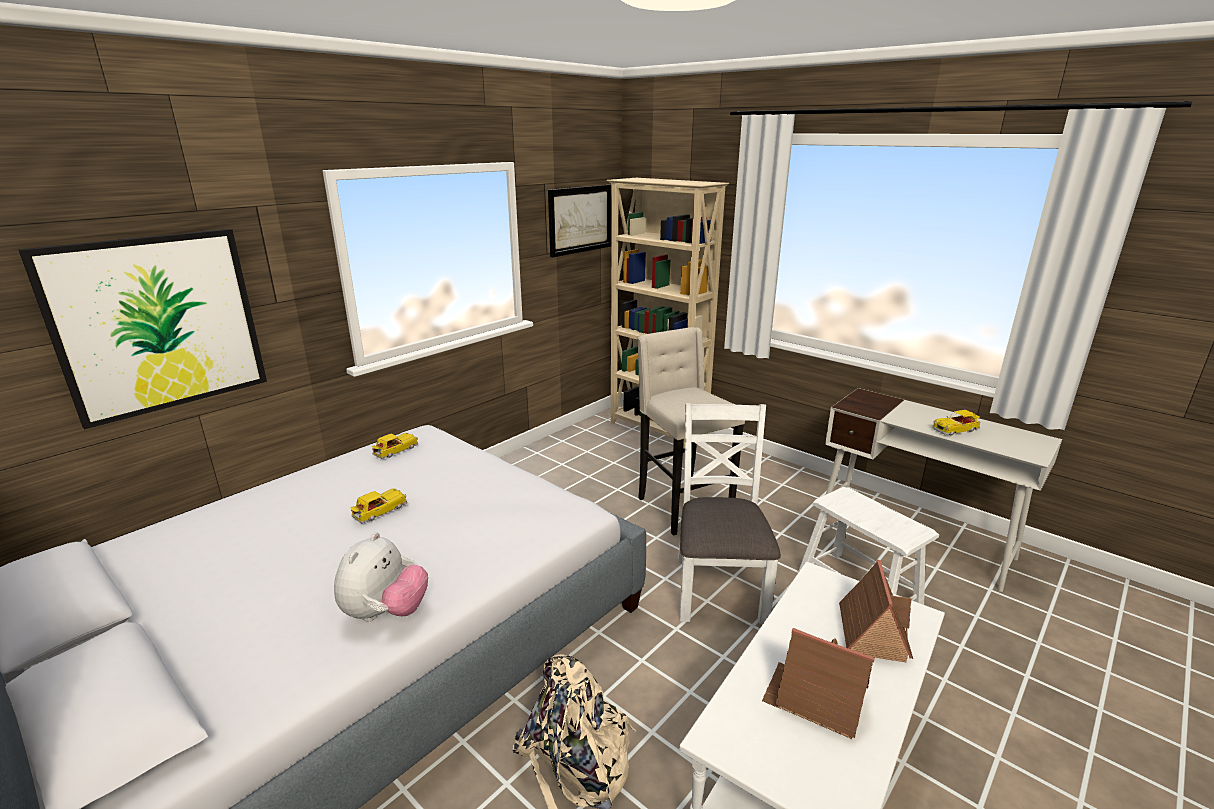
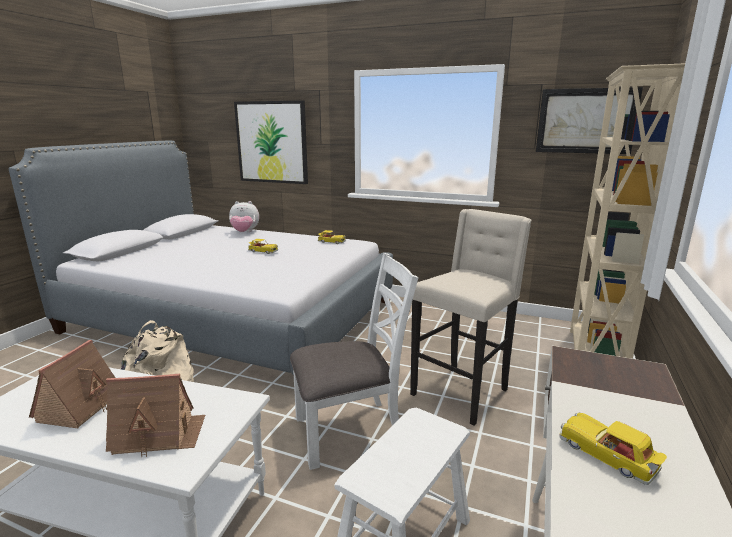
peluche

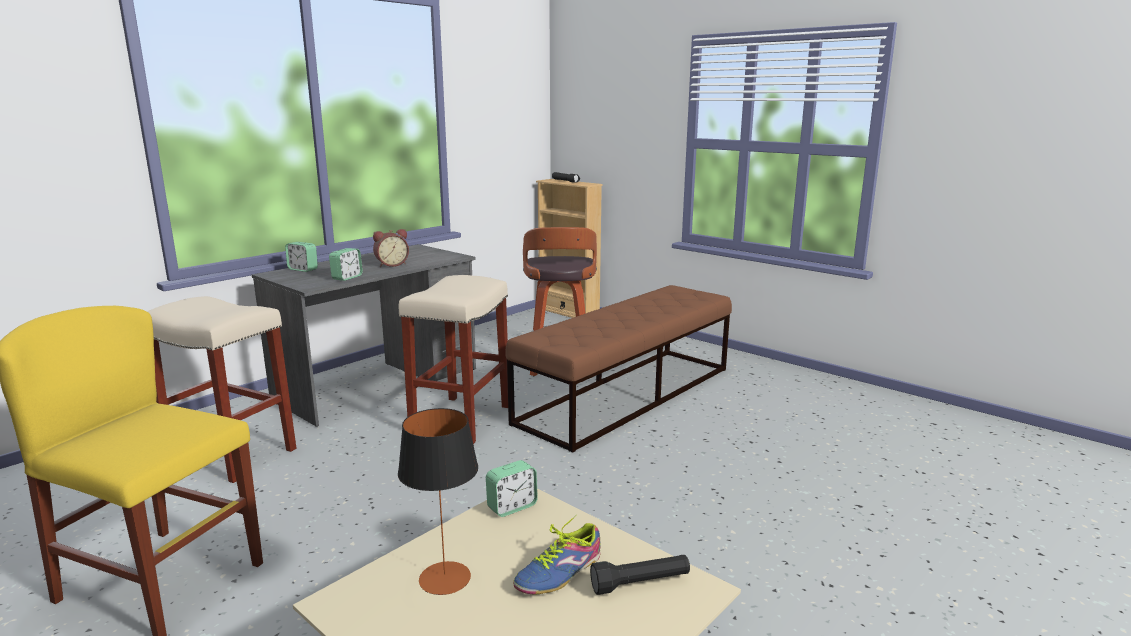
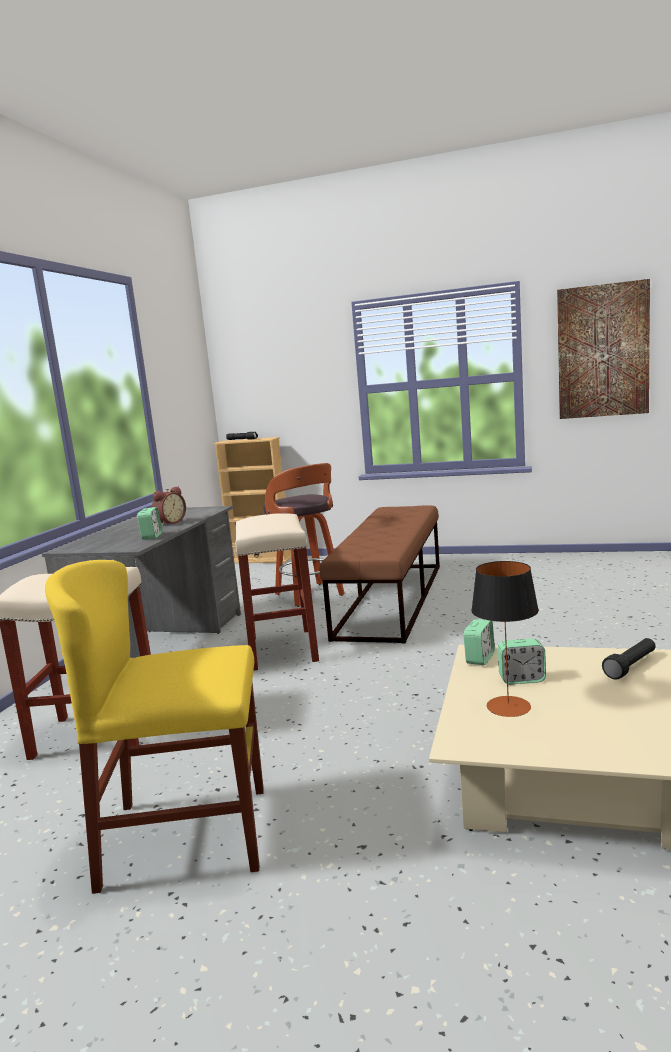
zapato
cuadro
despertador (4th from left)

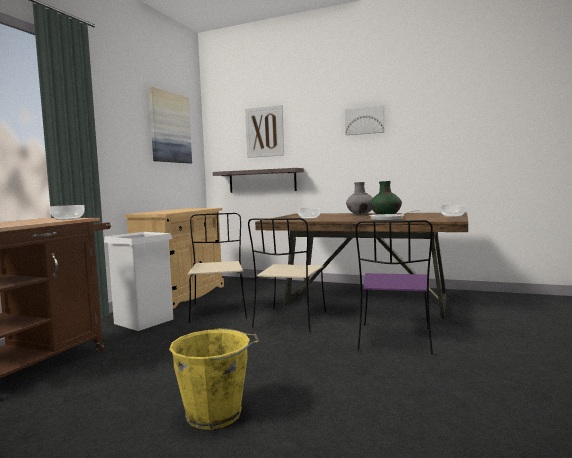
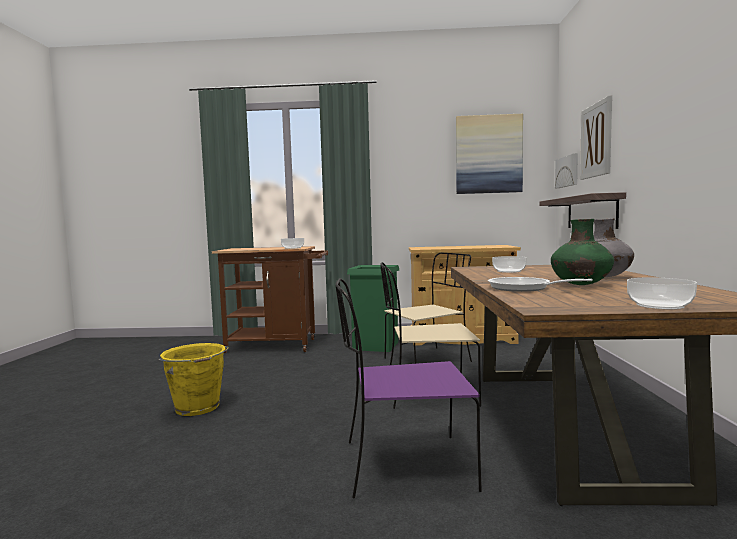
cuadro (2nd from left)
papelera/verde

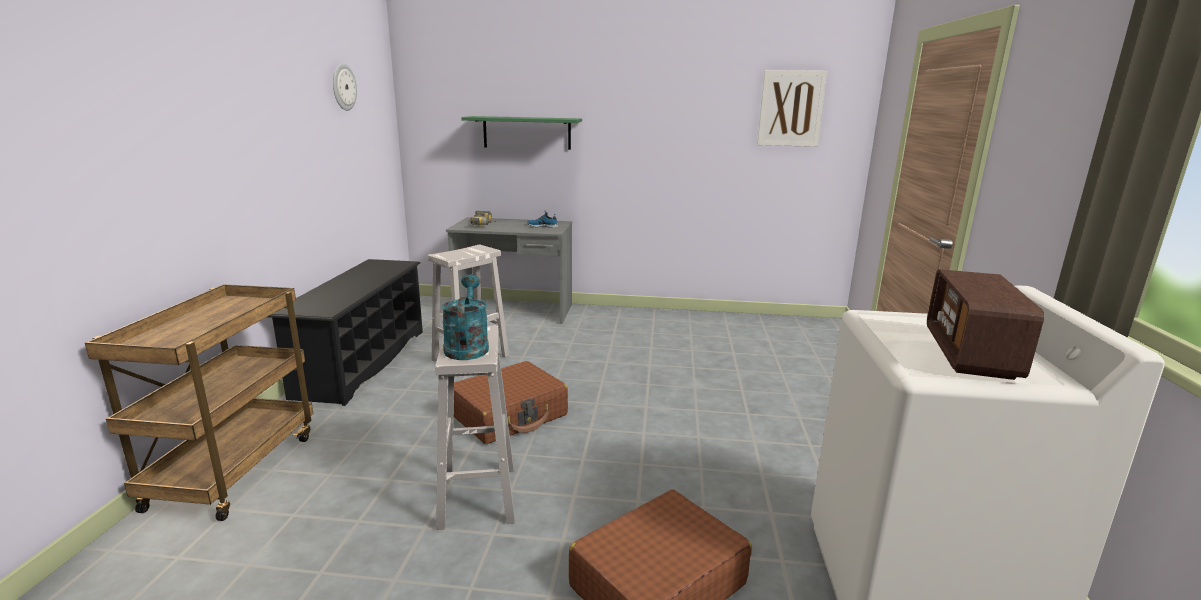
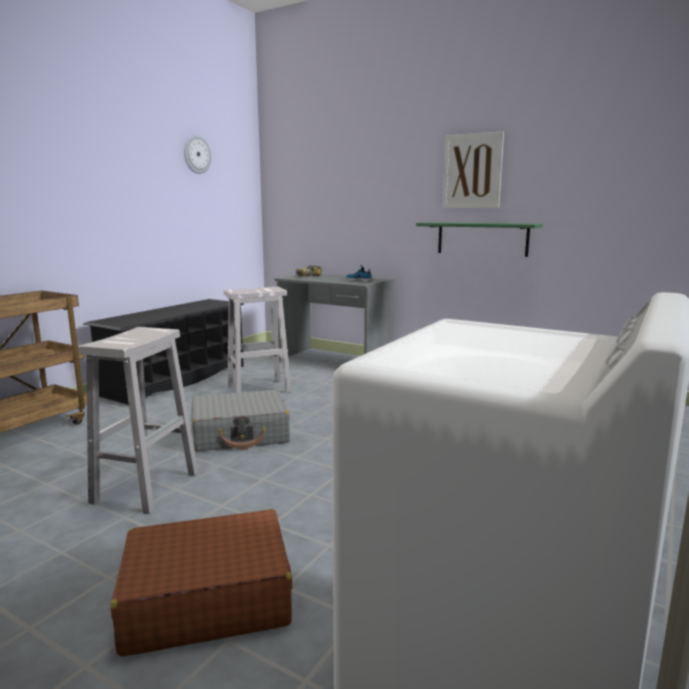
regadera/turquesa
radio
estante/verde
cuadro
maleta/gris

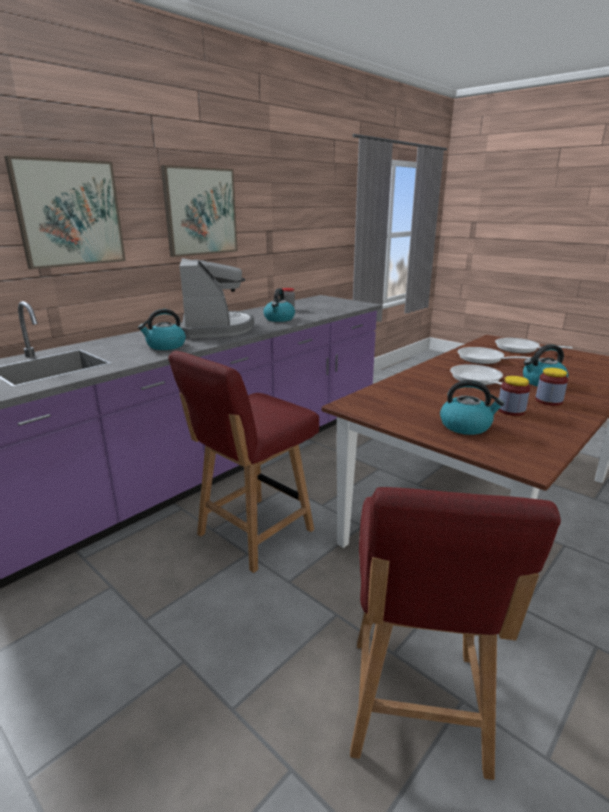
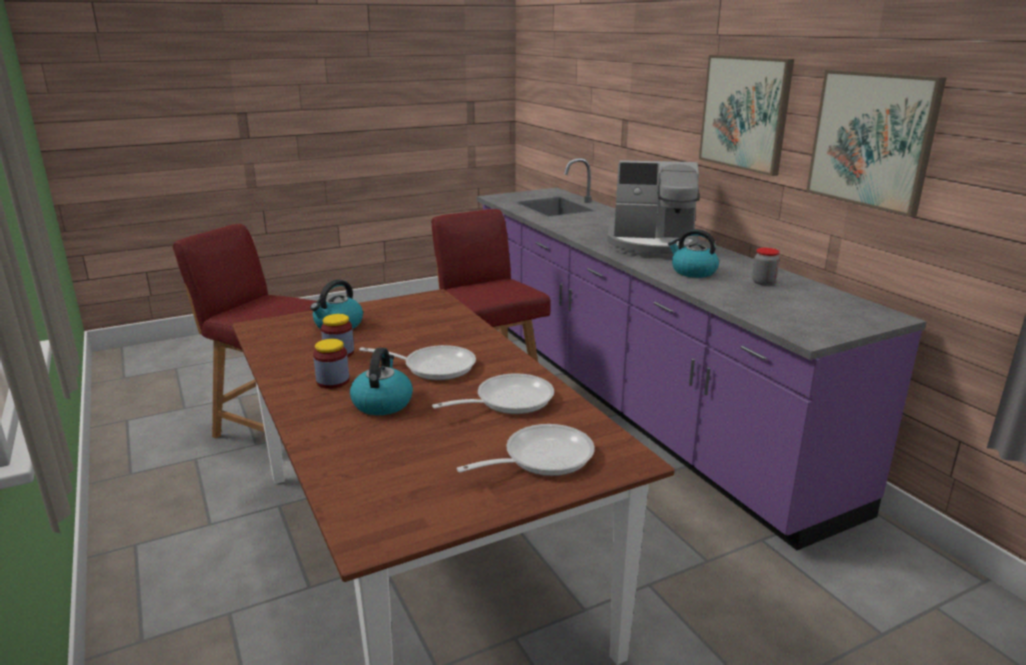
hervidor (1st from left in the first image)
cuadro (2nd from left)

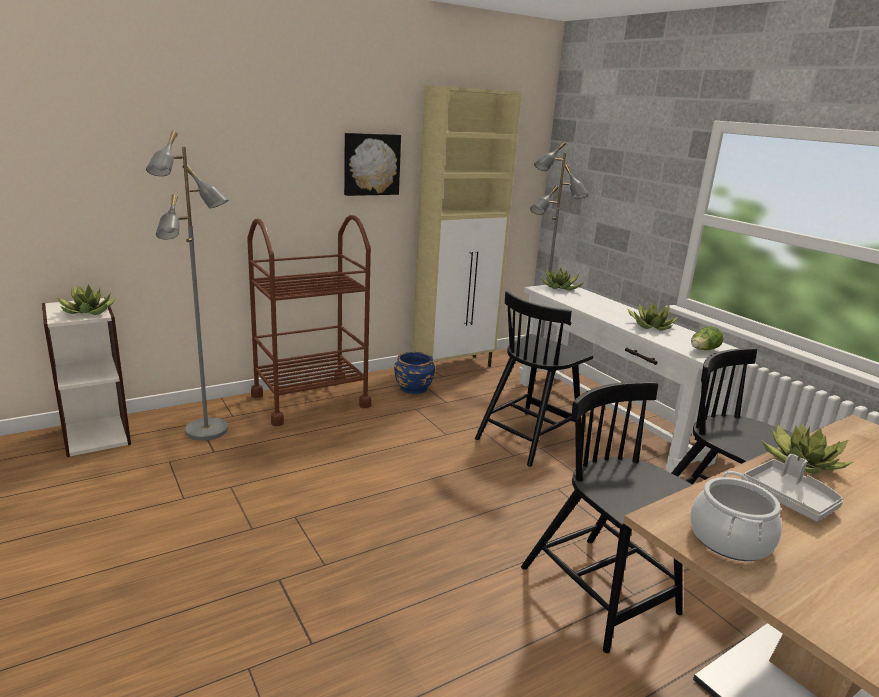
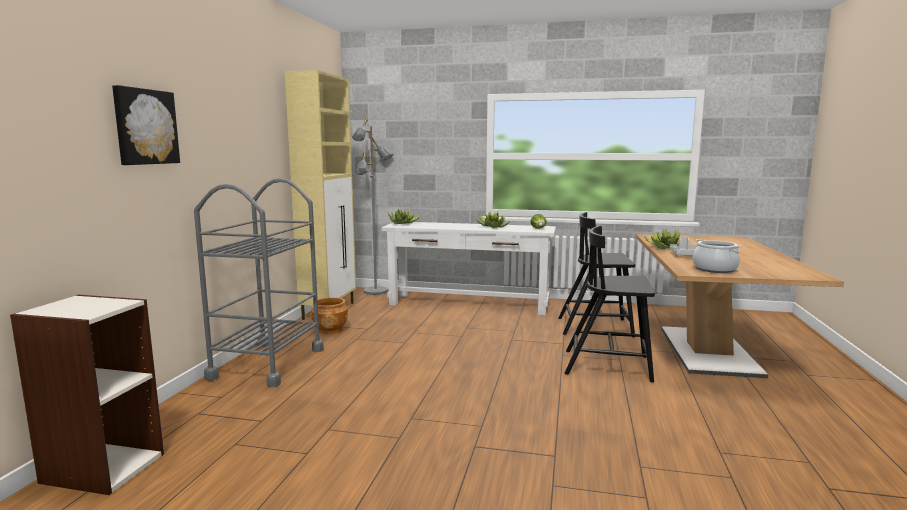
planta en maceta (1st from left in the first image)
lámpara de pie/gris (1st from left in the first image)
silla/negro (1st from left in the first image)
cuadro
carrito/gris
maceta/marrón

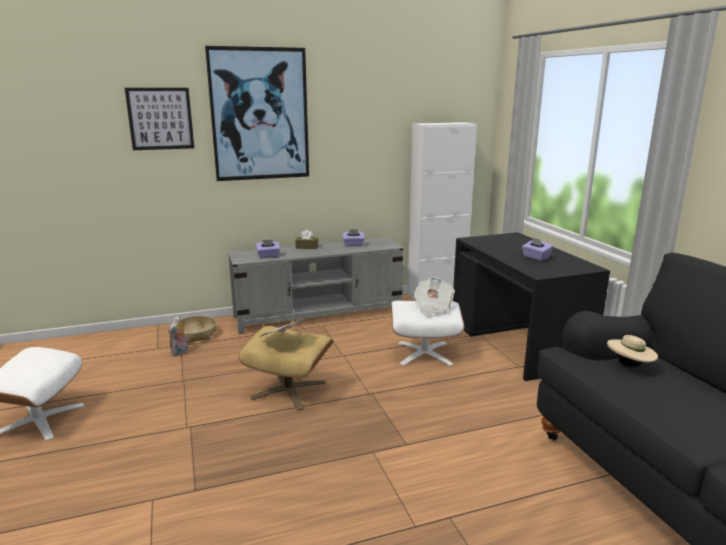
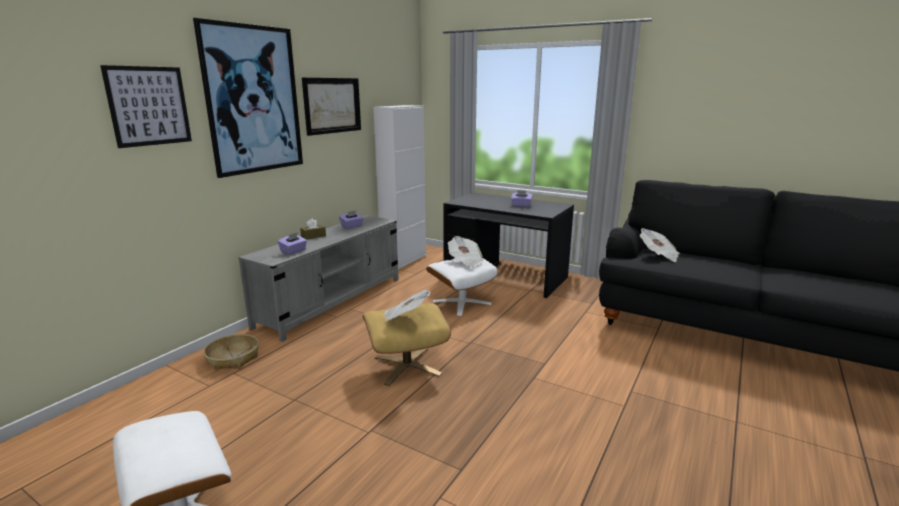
peluche
cuadro (3rd from left)
periódico (3rd from left)

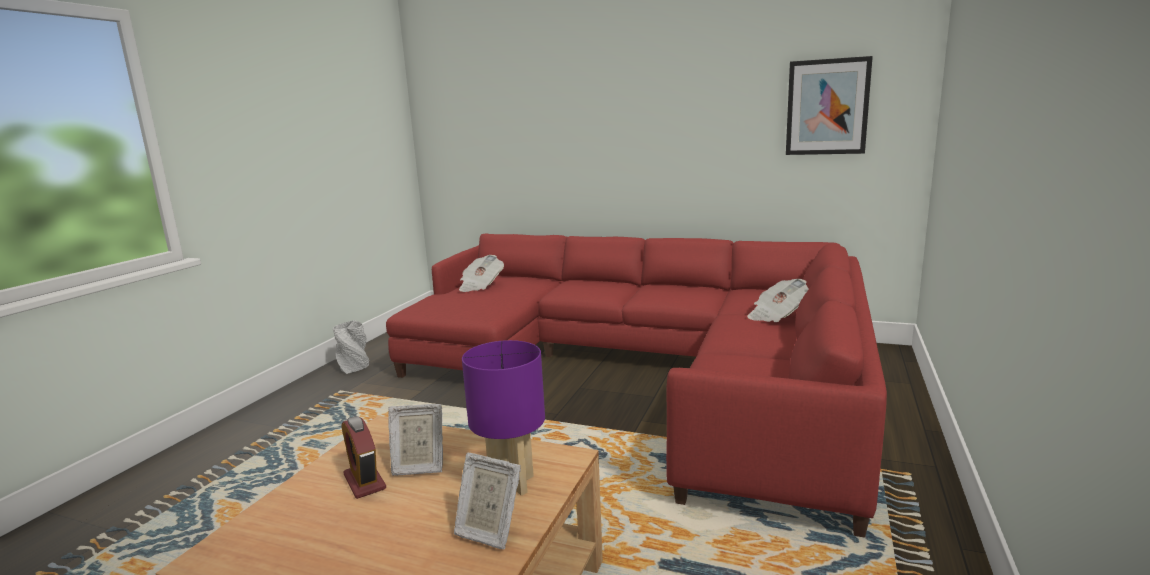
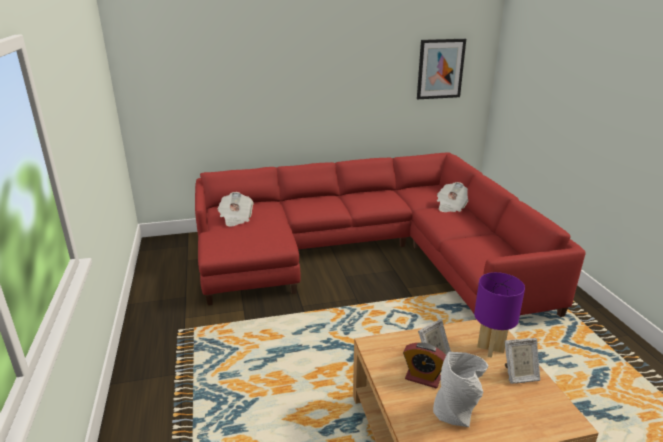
florero/gris

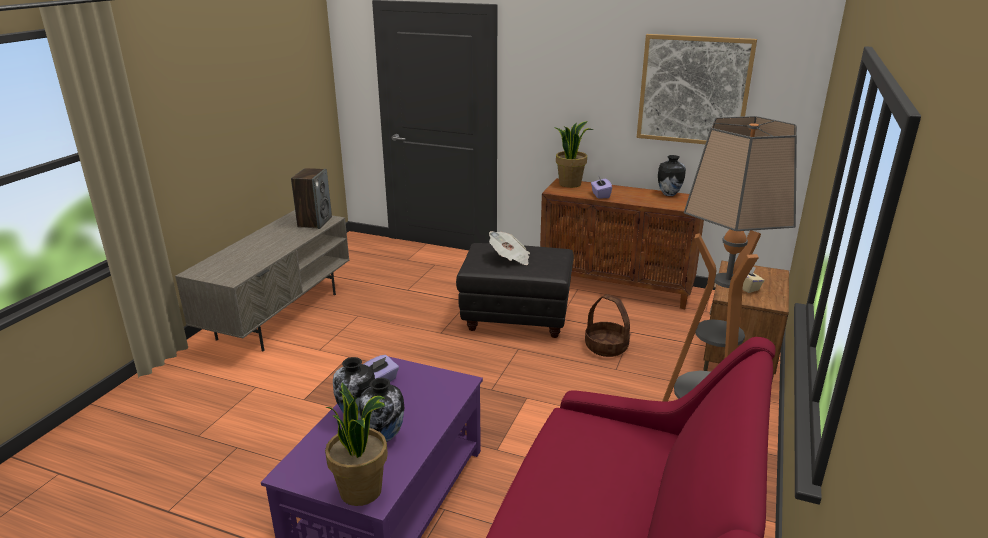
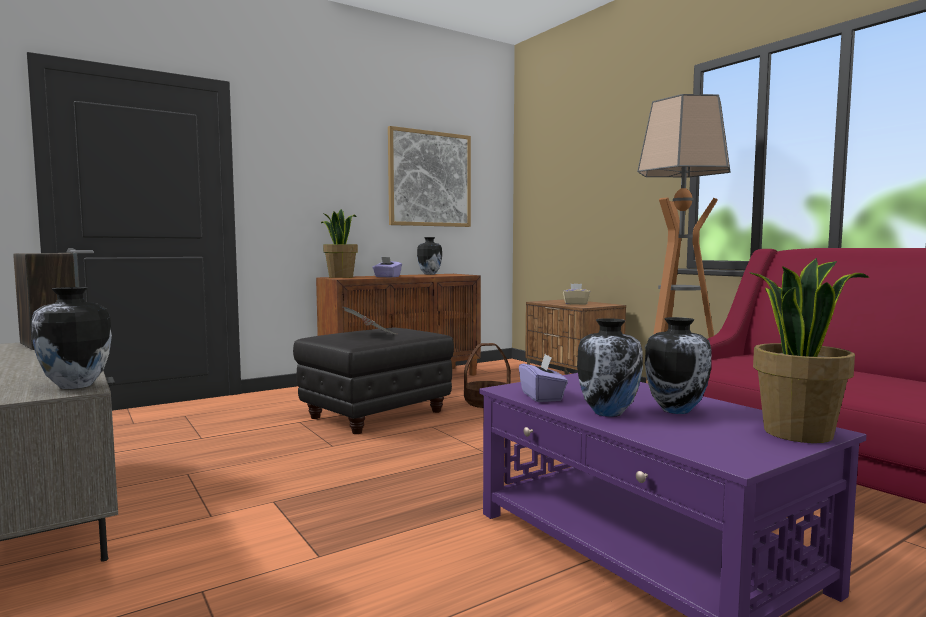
florero (1st from left)

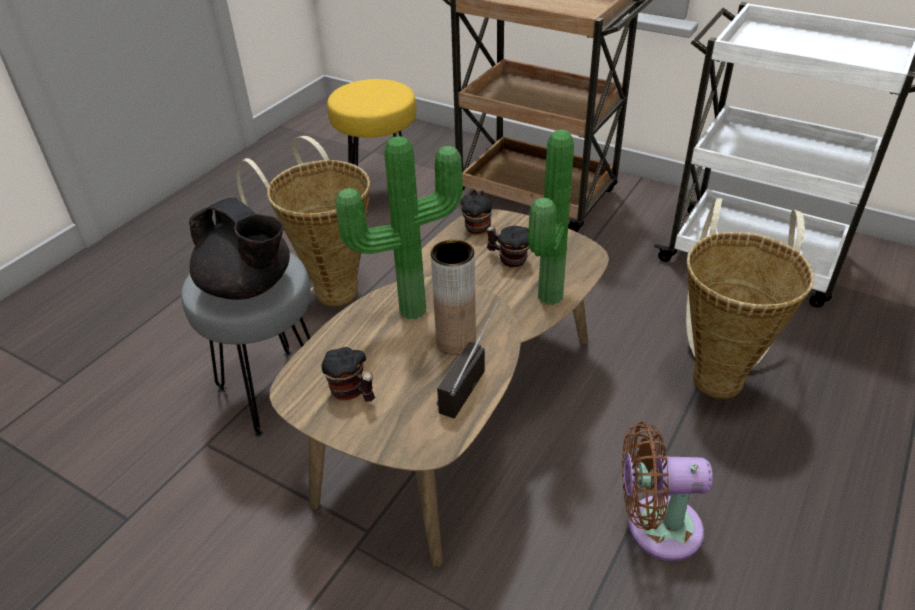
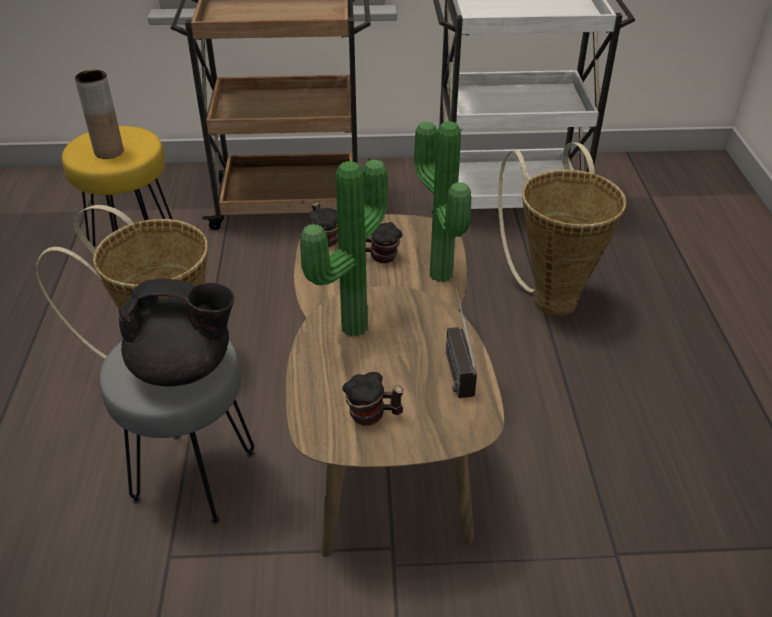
ventilador/marrón
florero/marrón

